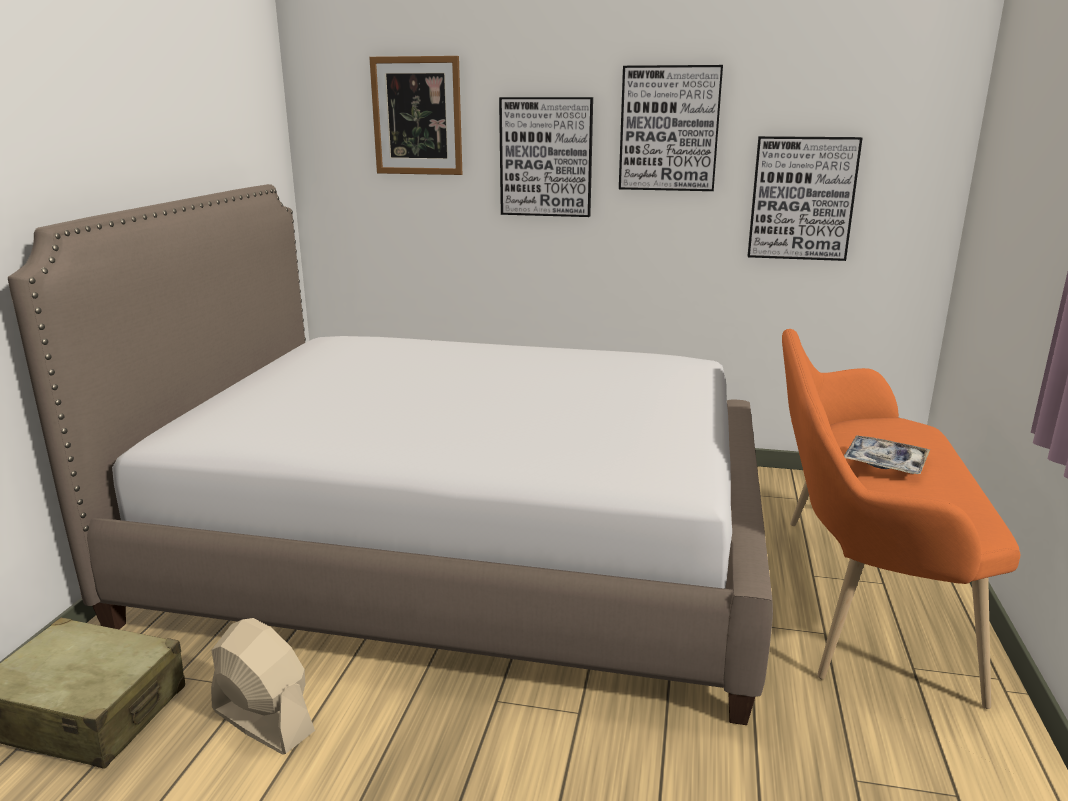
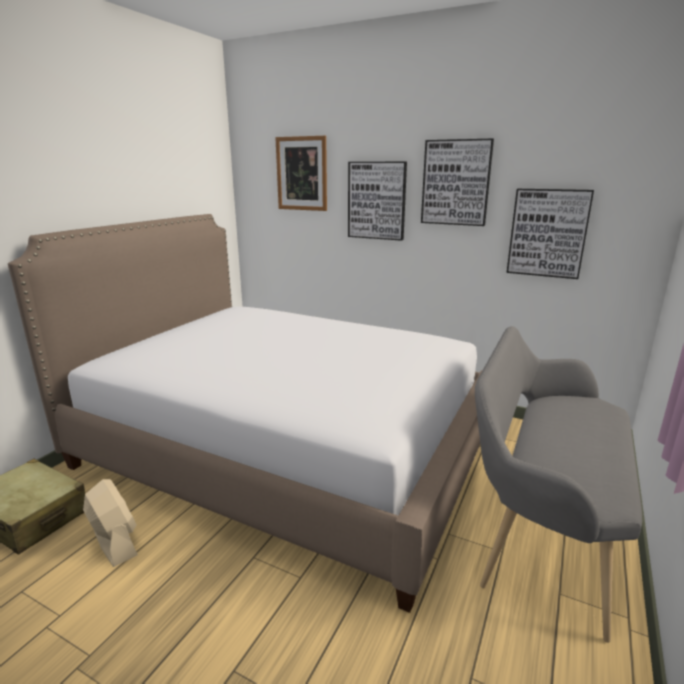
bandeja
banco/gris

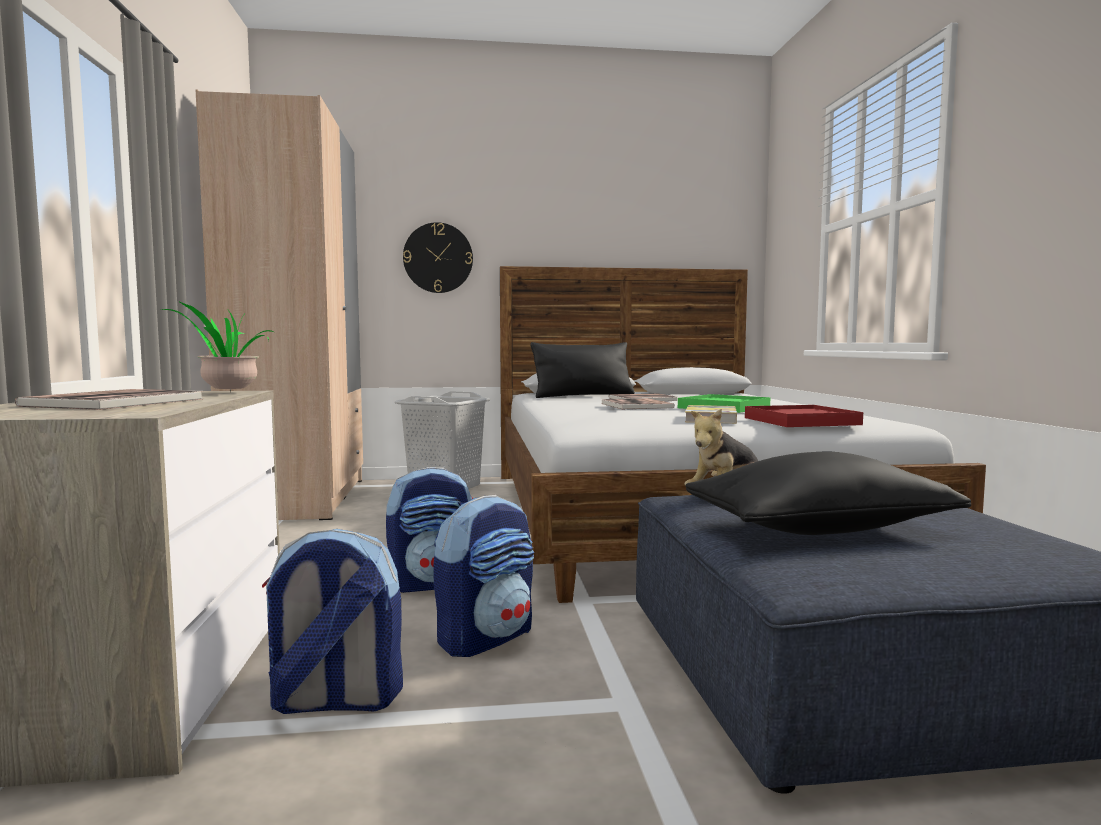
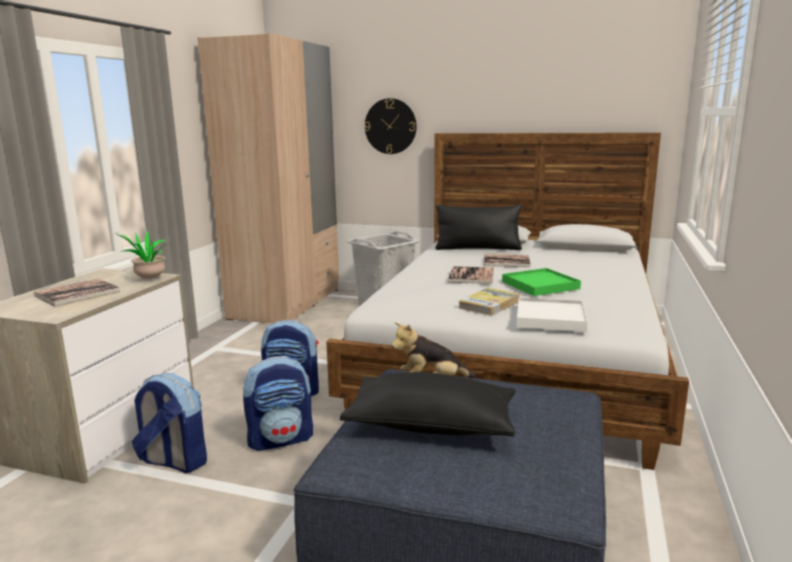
bandeja/blanco

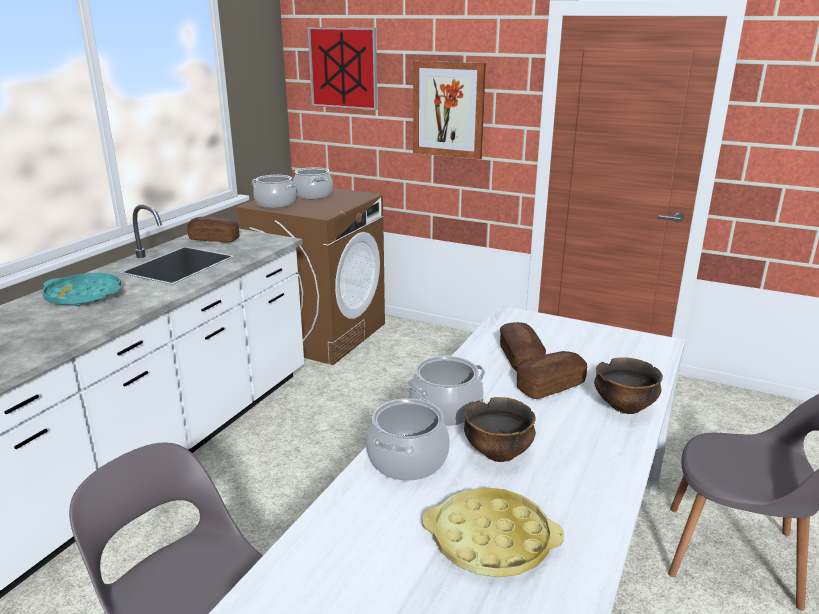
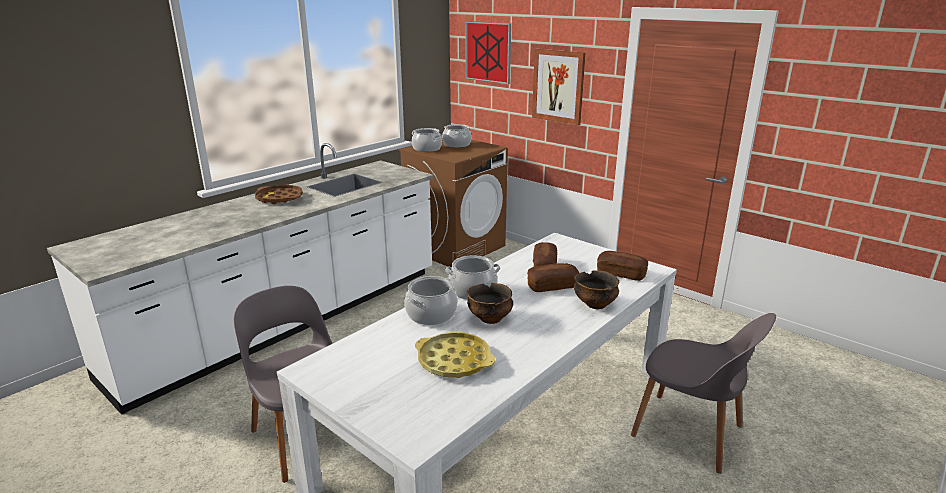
pan (3rd from left)
bandeja/marrón

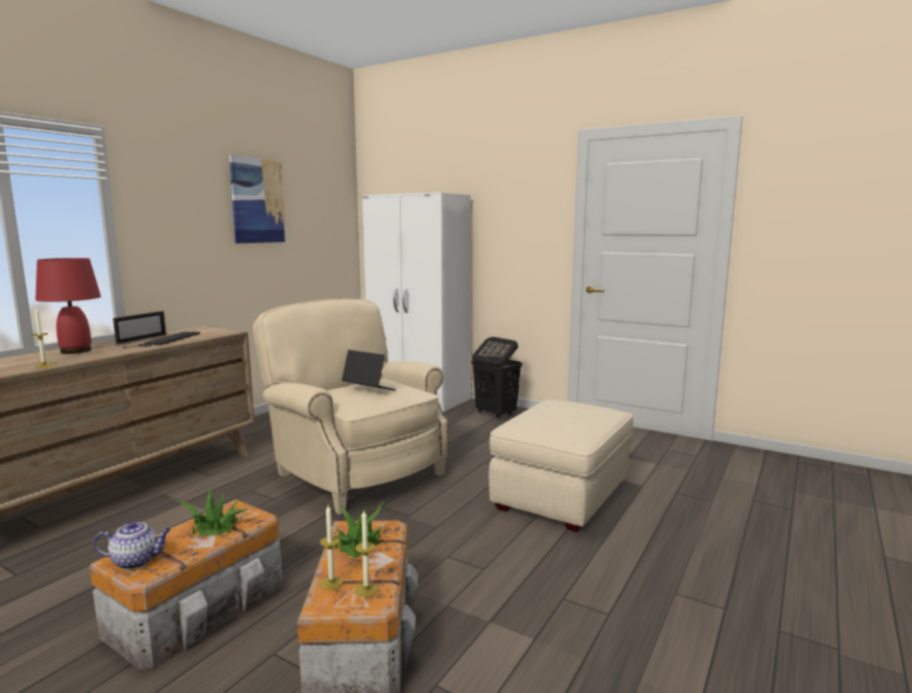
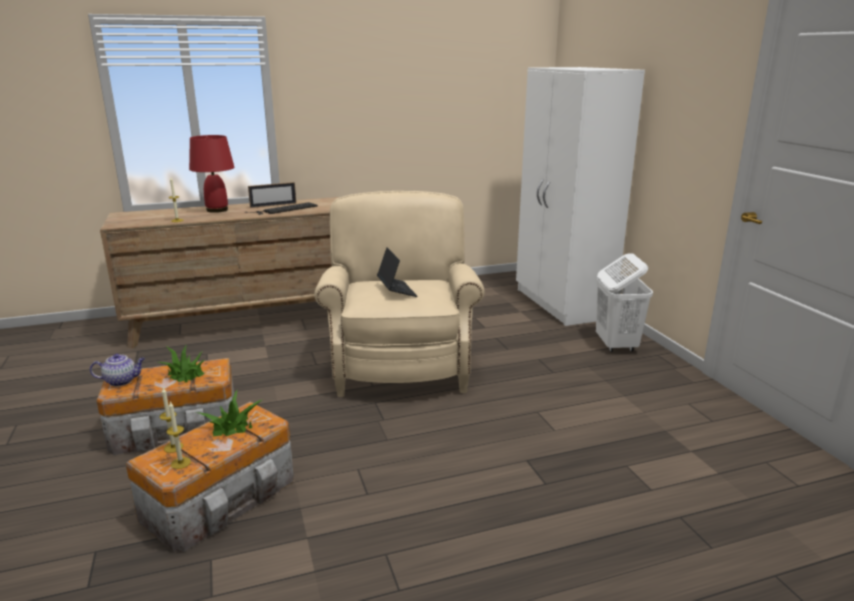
cuadro
puf/beis
cesto de la ropa/blanco
tetera

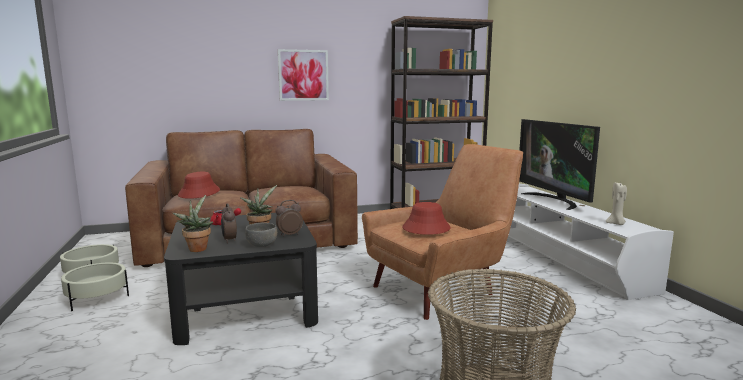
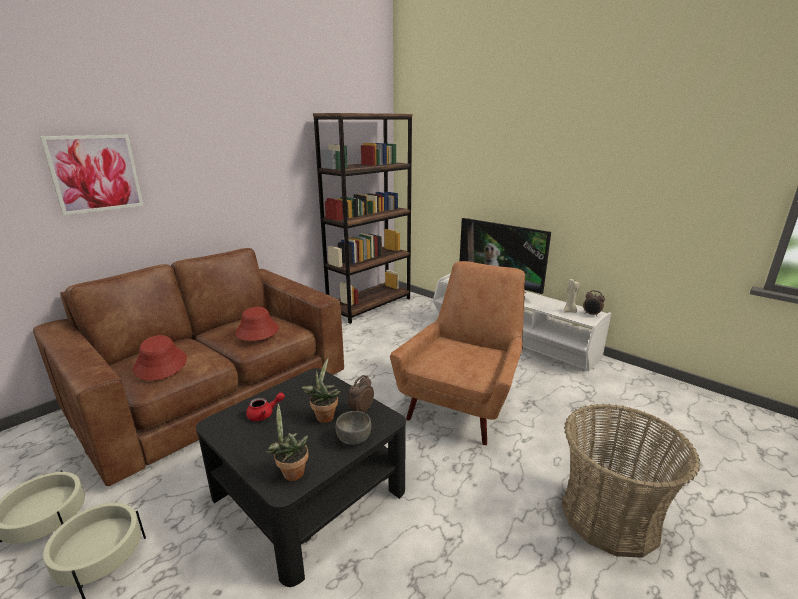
despertador (2nd from left)
cuadro
sombrero/rojo (2nd from left)

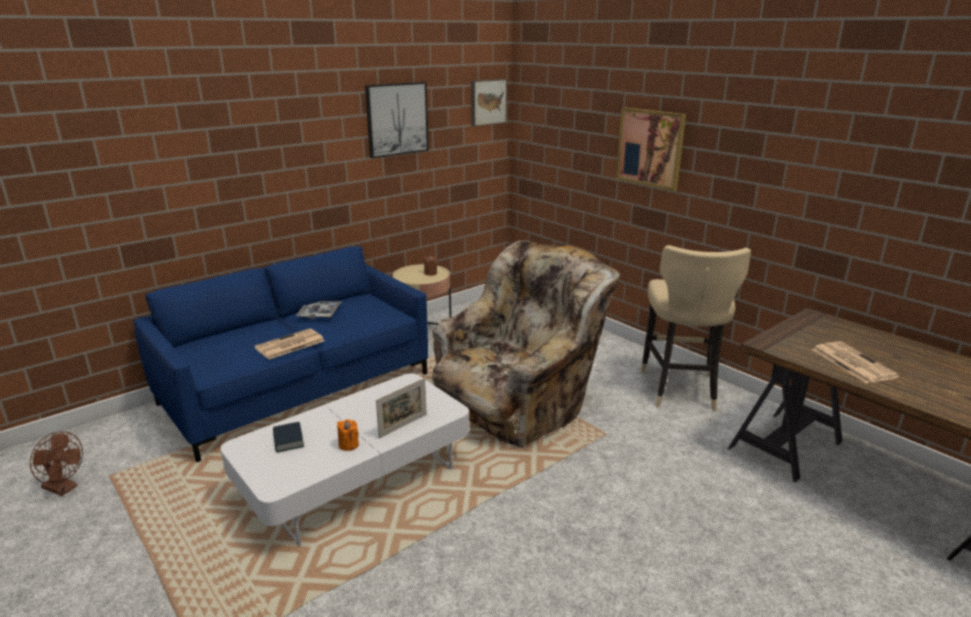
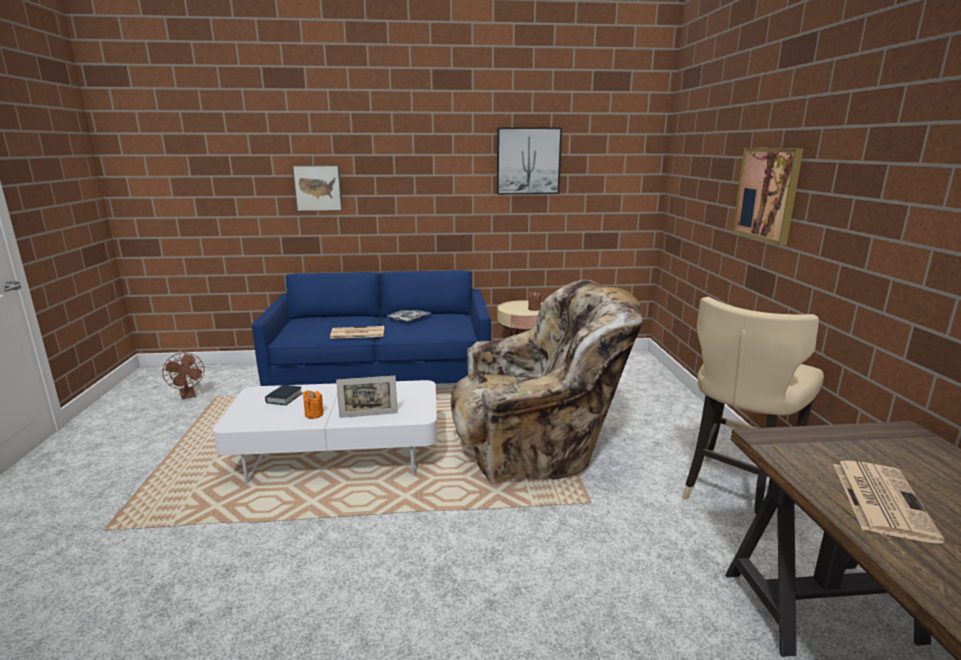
cuadro (1st from left)

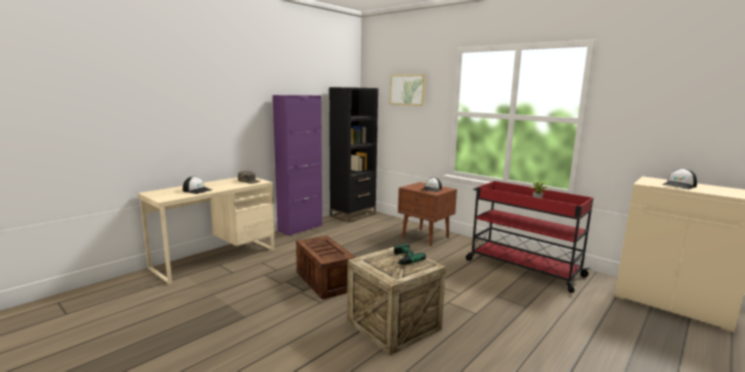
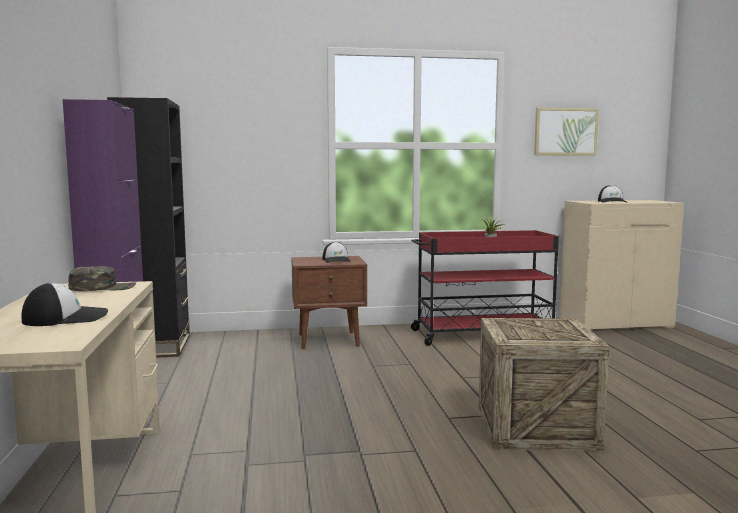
caja de embalaje (1st from left in the first image)
taladro
cuadro

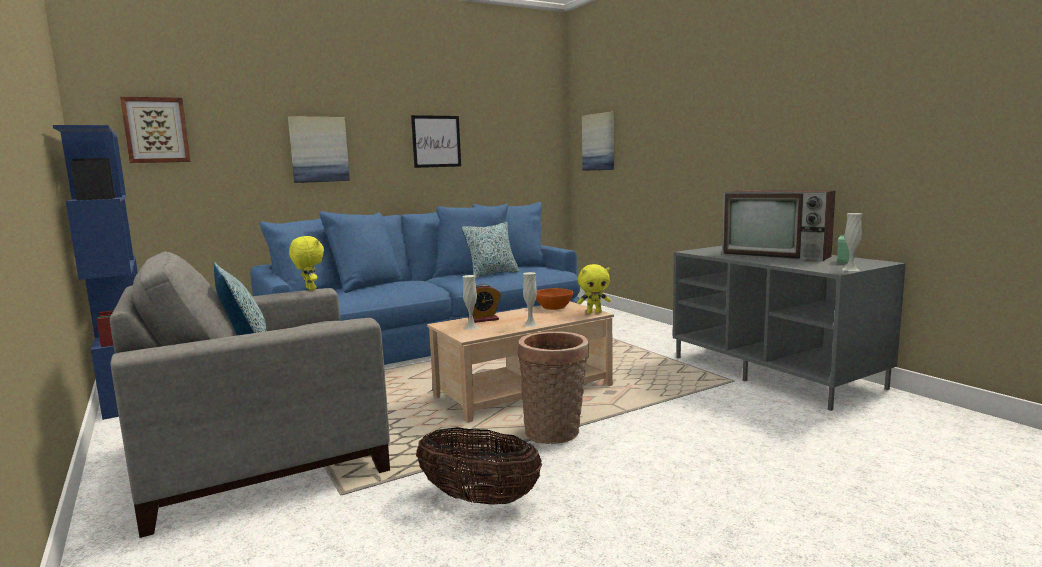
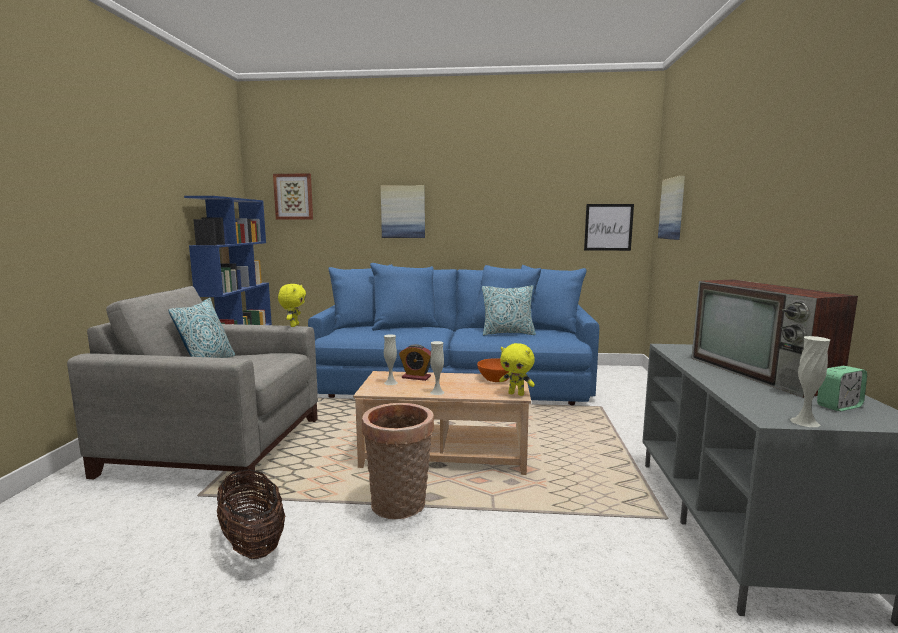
cuadro (3rd from left)

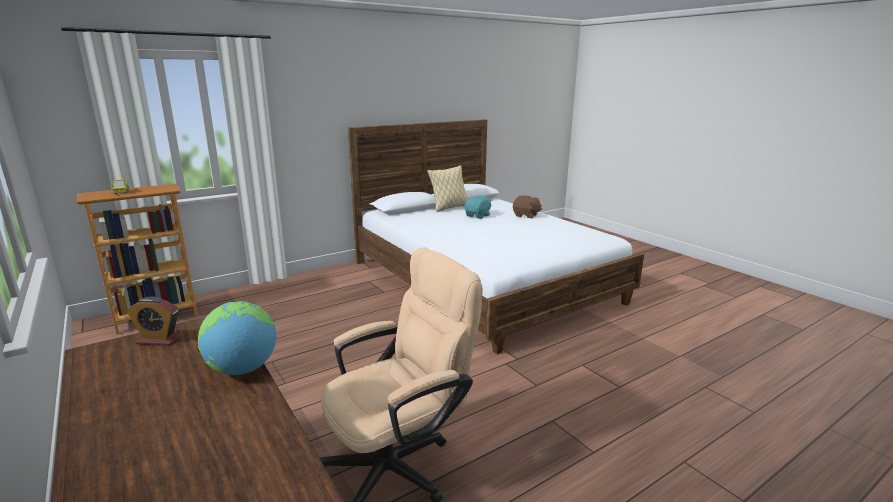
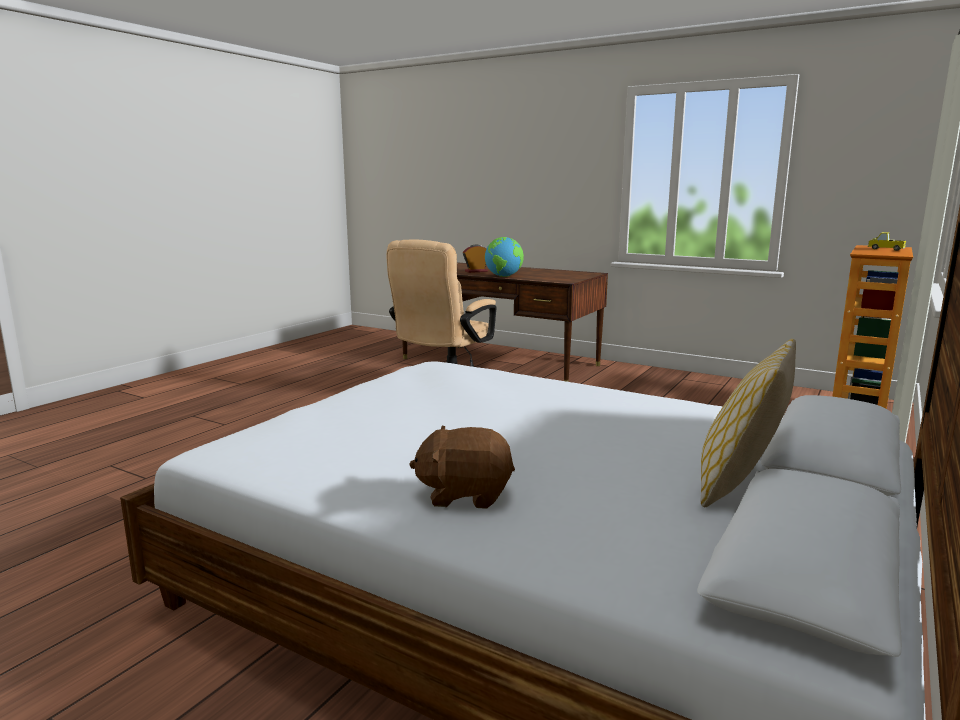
peluche/turquesa
despertador

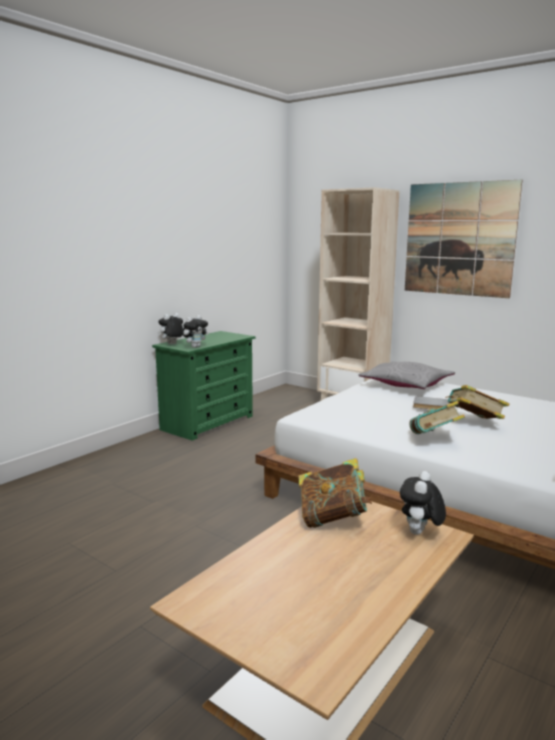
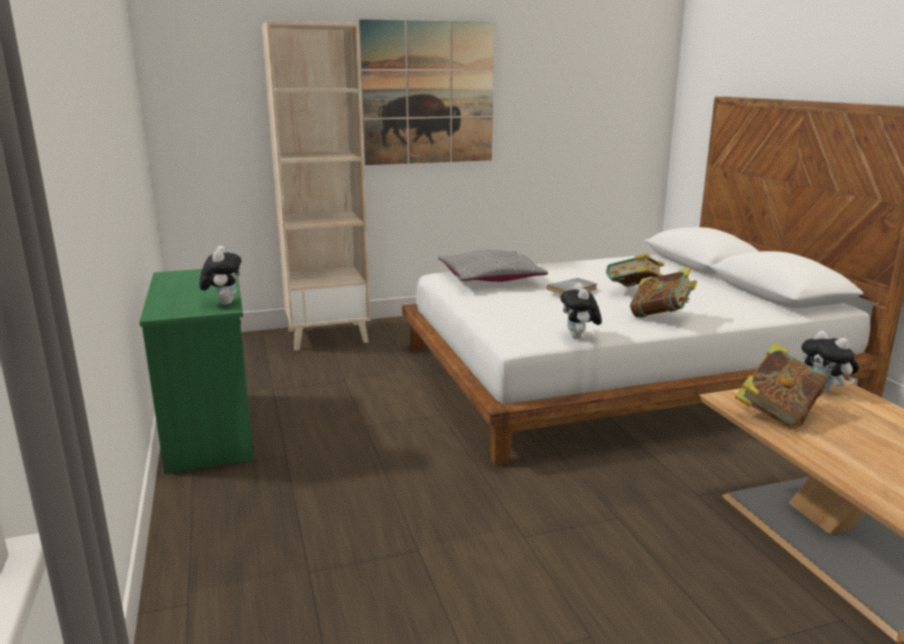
peluche (2nd from left)

